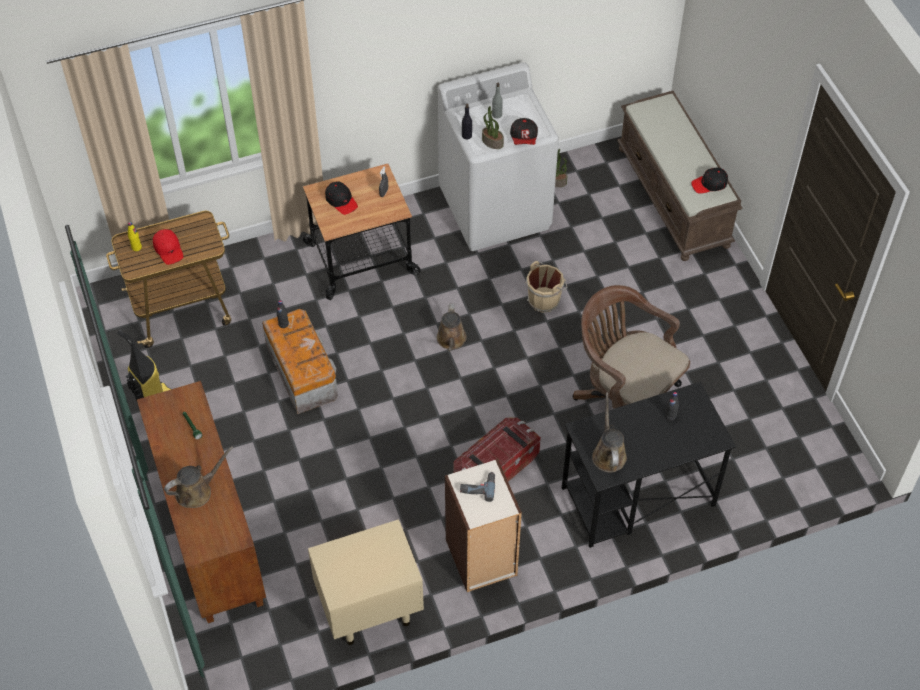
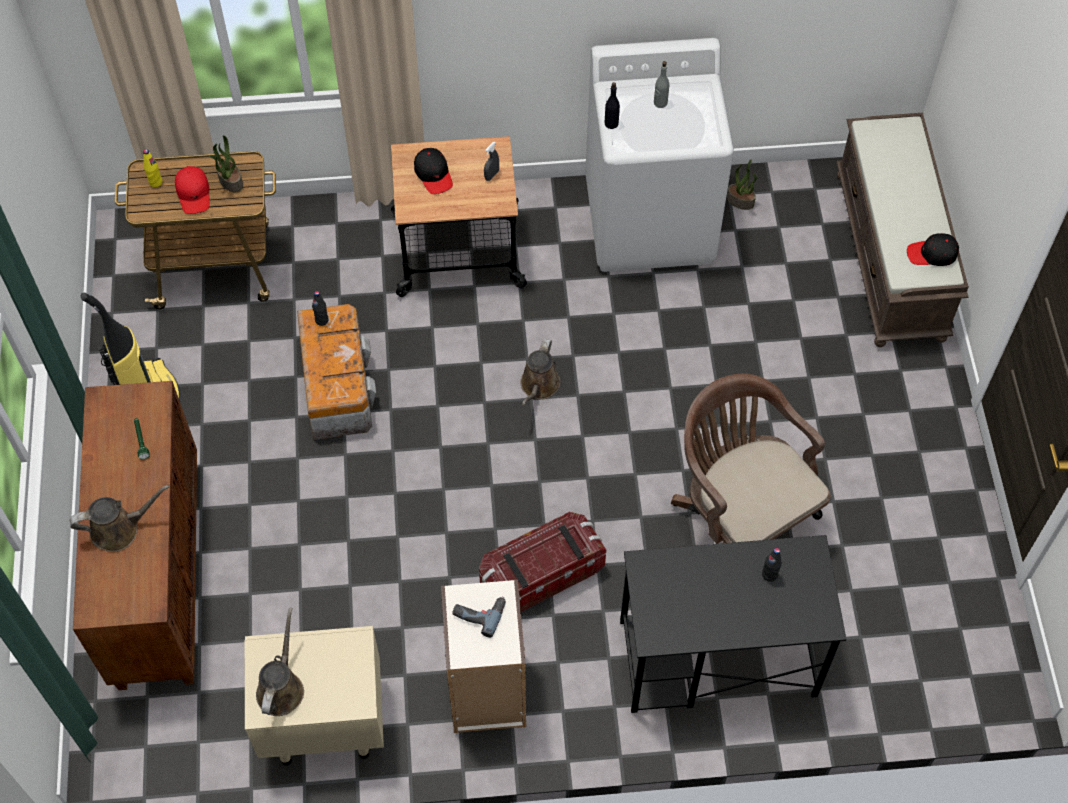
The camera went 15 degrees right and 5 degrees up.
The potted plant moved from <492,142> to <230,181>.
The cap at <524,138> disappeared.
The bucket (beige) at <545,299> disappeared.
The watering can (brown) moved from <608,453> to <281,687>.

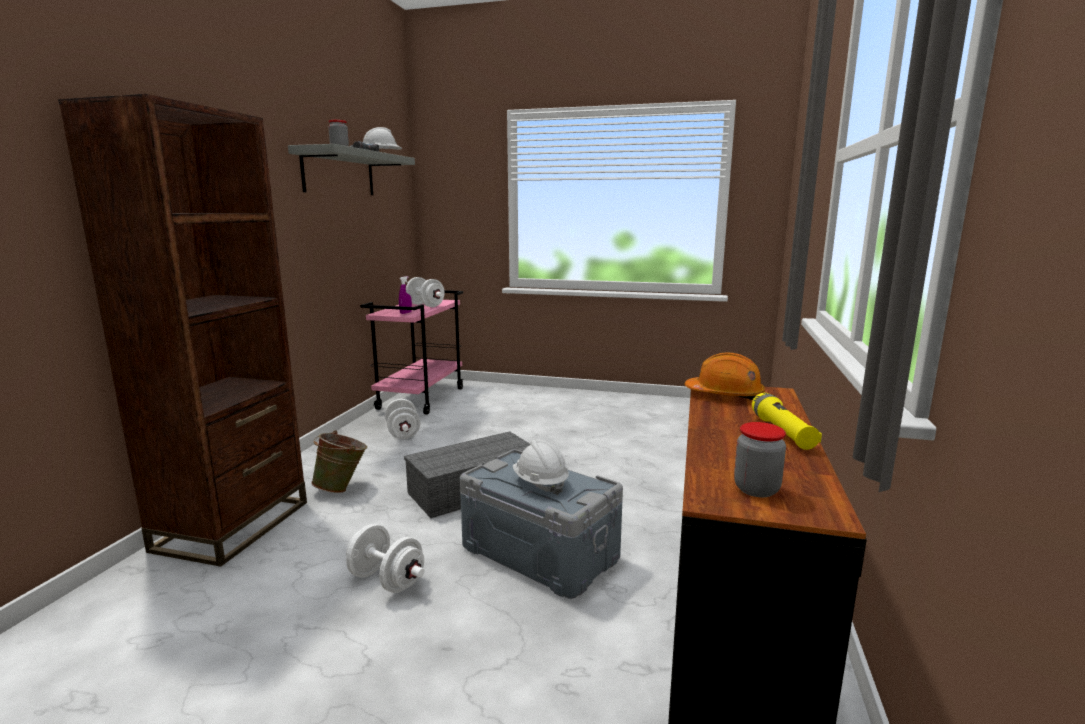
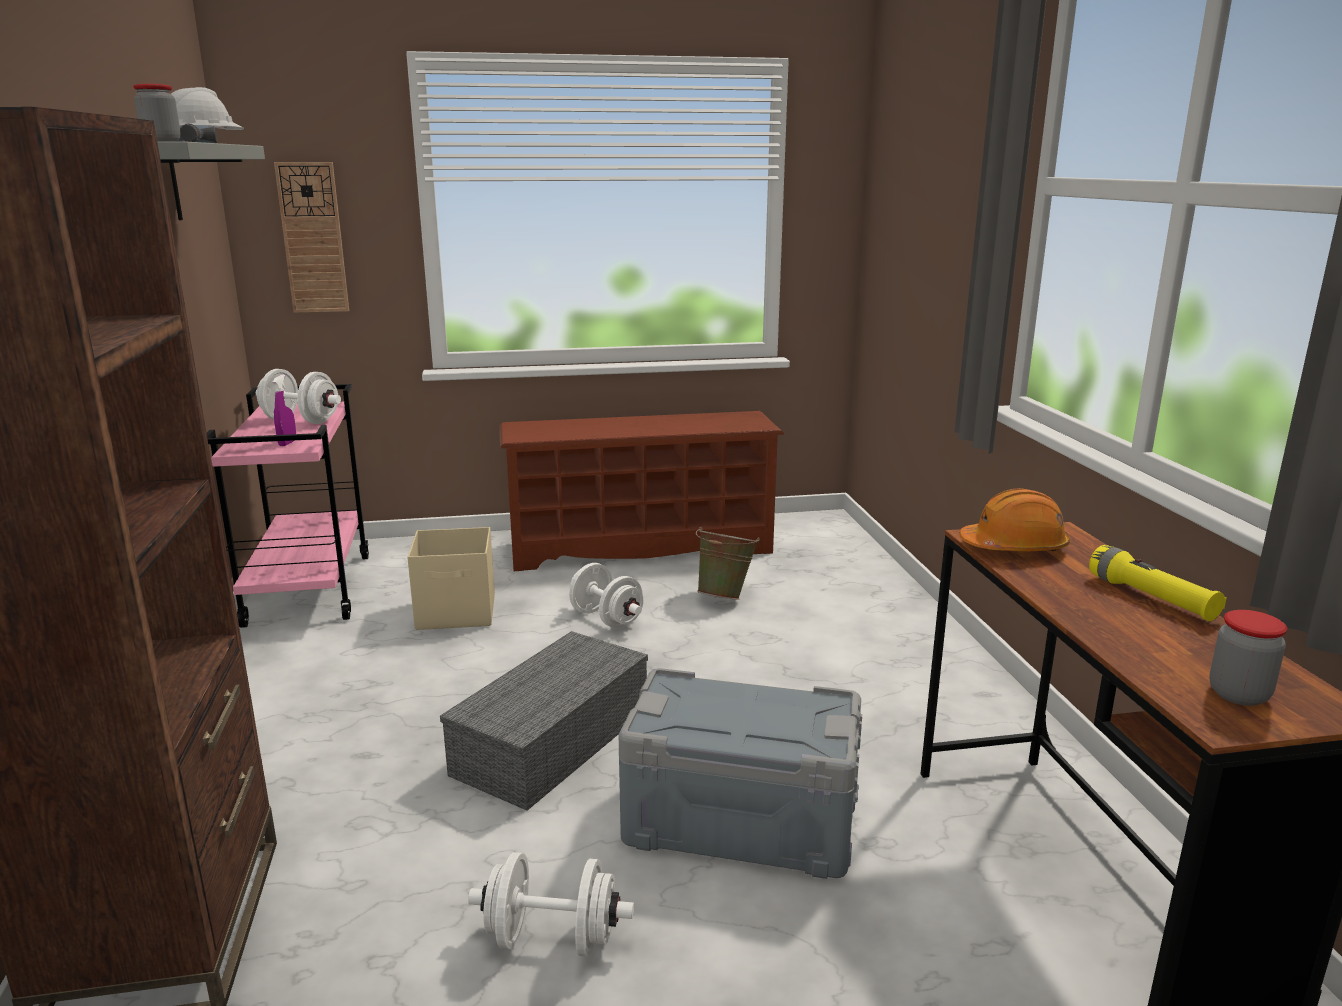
The camera went 25 degrees left and 5 degrees up.
The bucket (green) moved from <342,488> to <725,596>.
The dumbbell (white) moved from <403,433> to <606,618>.
The hard hat (white) at <540,483> disappeared.
The wall clock at <313,238> appeared.
The storage box (beige) at <457,613> appeared.
The shoe rack (brown) at <641,547> appeared.

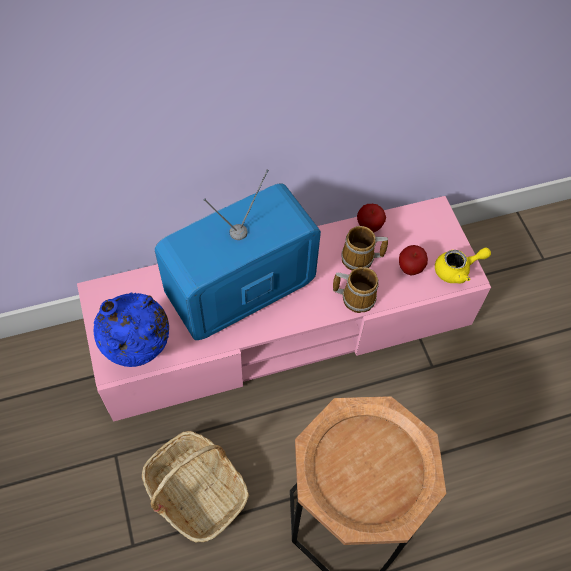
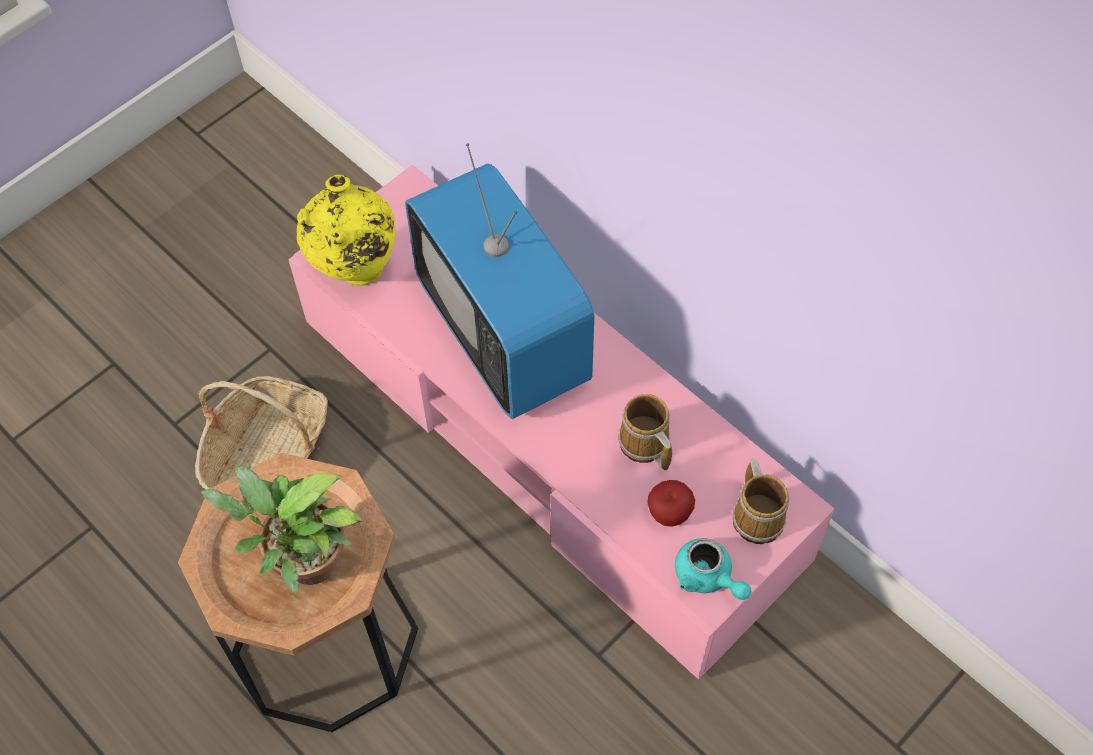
The camera went 65 degrees right and 0 degrees up.
The vase (blue) at <140,354> became the vase (yellow) at <356,274>.
The television at <241,292> turned 150 degrees counterclockwise.
The mug moved from <356,297> to <758,516>.
The apple at <369,227> disappeared.
The teapot (yellow) at <457,270> became the teapot (turquoise) at <708,577>.
The potted plant at <303,563> appeared.

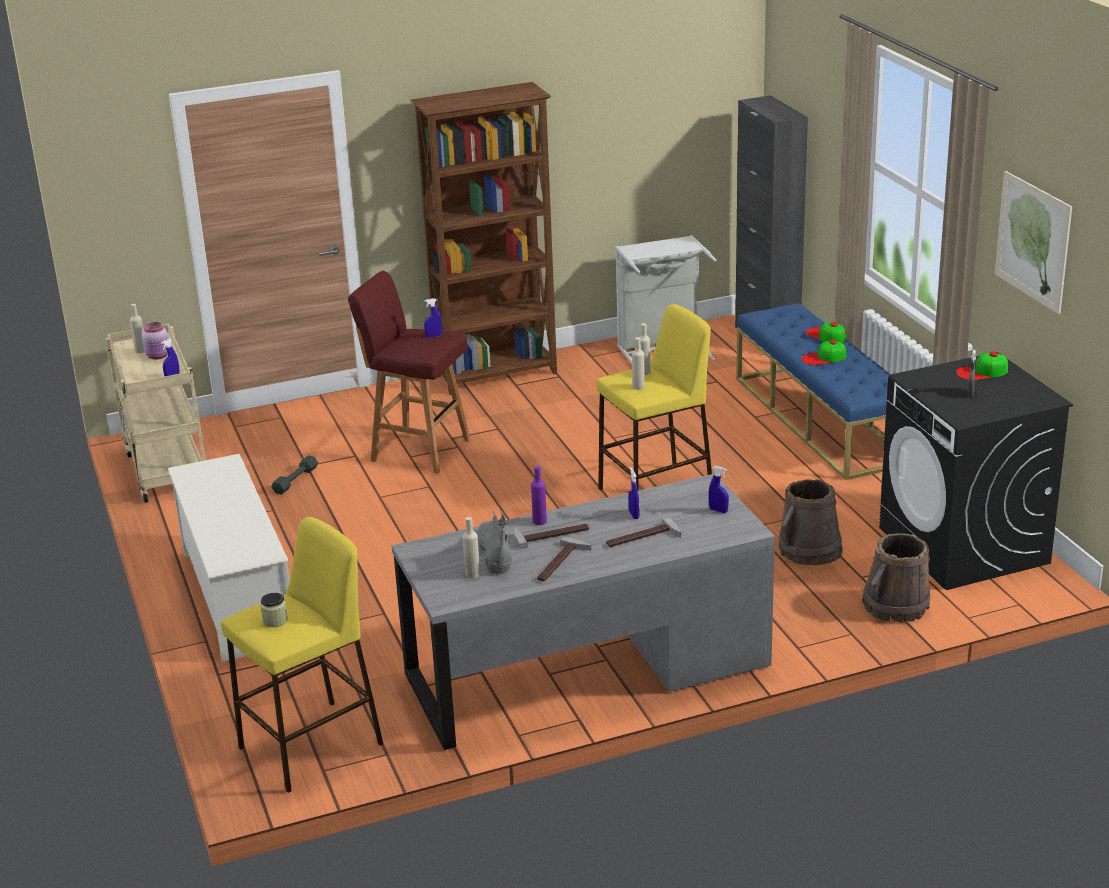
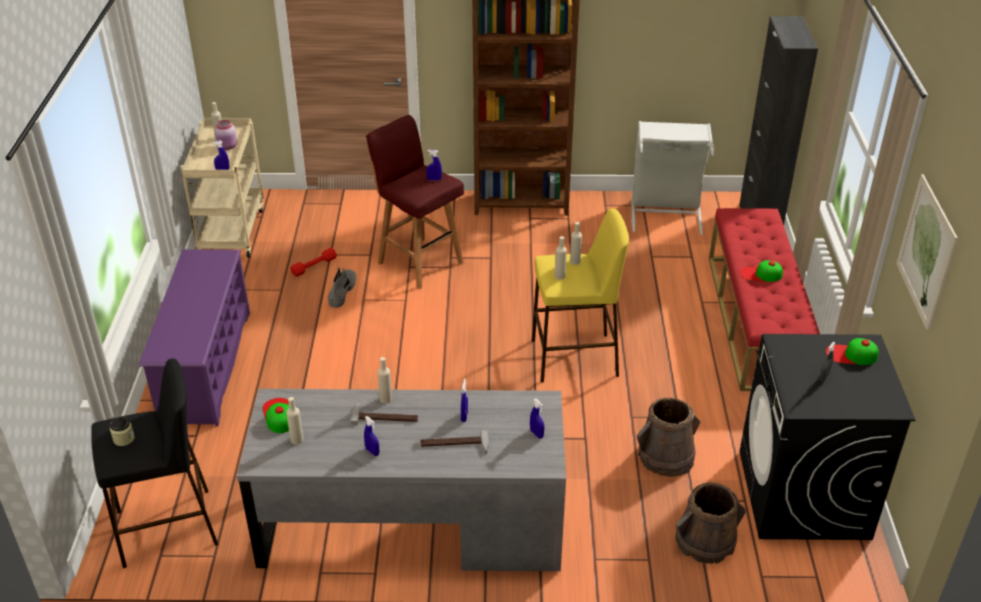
The camera went 20 degrees right and 10 degrees up.
The shoe rack (white) at <237,597> became the shoe rack (purple) at <206,366>.
The stool (yellow) at <312,745> became the stool (black) at <168,527>.
The dumbbell (grey) at <295,480> became the dumbbell (red) at <314,266>.
The boot (grey) moved from <494,551> to <342,291>.
The bottle (purple) at <539,521> became the bottle (beige) at <385,399>.
The hammer at <561,563> was replaced by the spray bottle (blue) at <372,451>.
The bench (blue) at <821,420> became the bench (red) at <755,320>.
The cap moved from <826,335> to <279,415>.

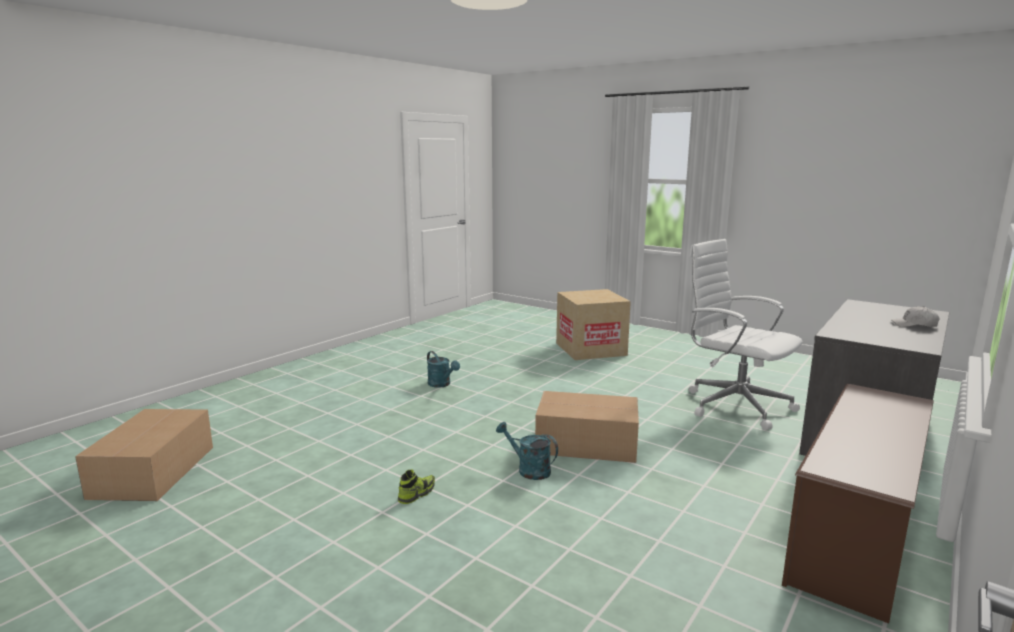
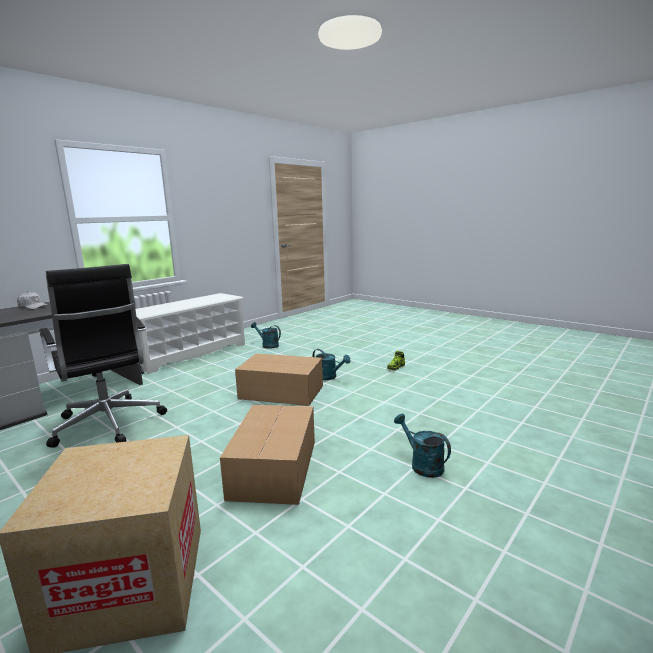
The camera went 175 degrees left and 0 degrees up.
The cardboard box moved from <155,470> to <273,469>.
The office chair (white) at <734,405> became the office chair (black) at <108,425>.
The shoe rack (brown) at <855,536> became the shoe rack (white) at <190,354>.
The watering can (turquoise) at <267,345> appeared.

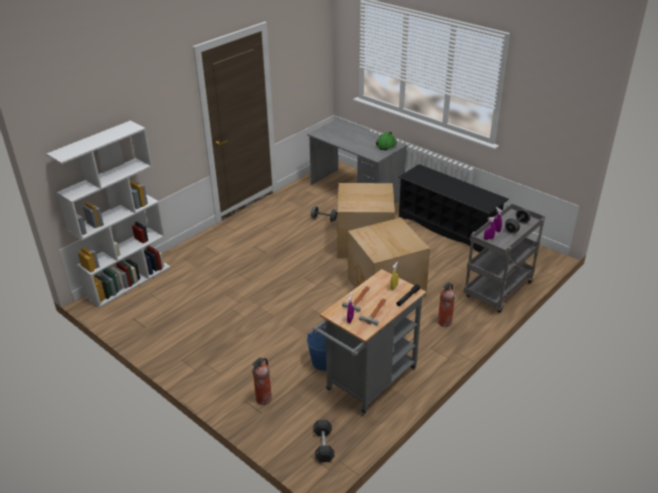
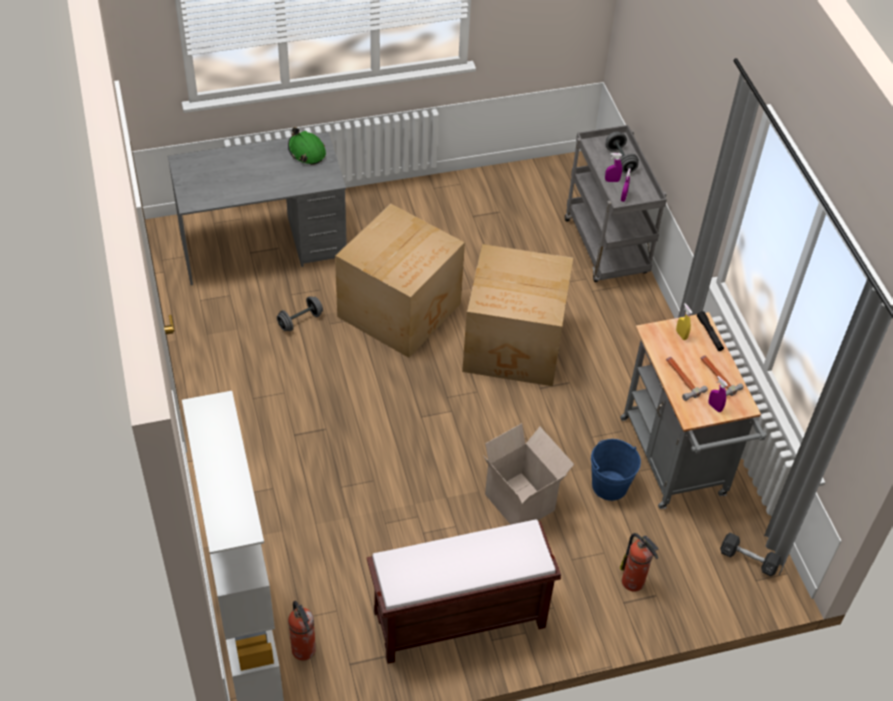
The camera went 60 degrees left and 15 degrees up.
The shoe rack (black) at <448,227> disappeared.
The fire extinguisher moved from <444,322> to <304,650>.
The bench (brown) at <458,621> appeared.
The cardboard box at <522,502> appeared.

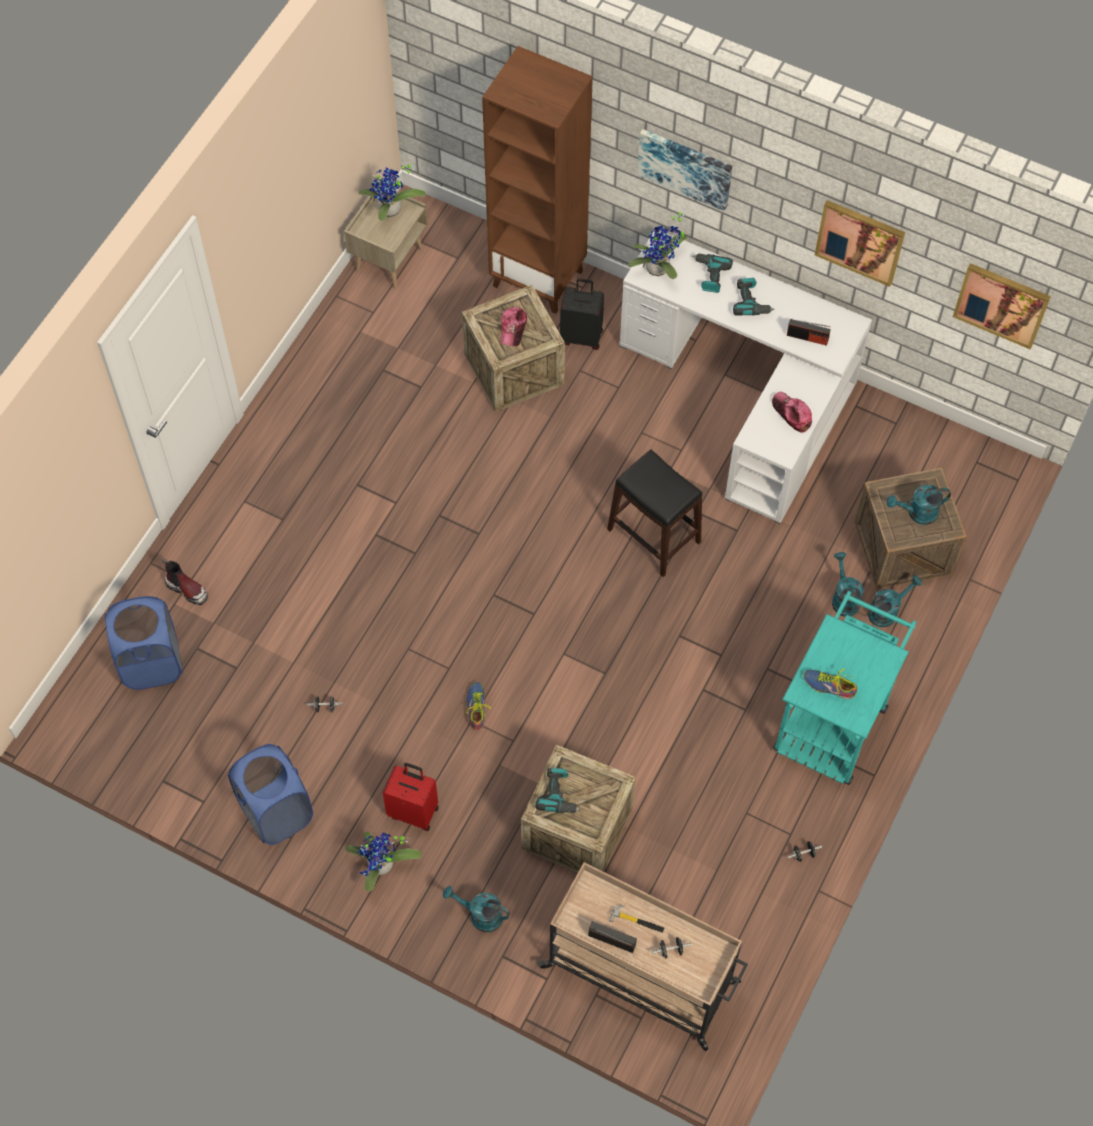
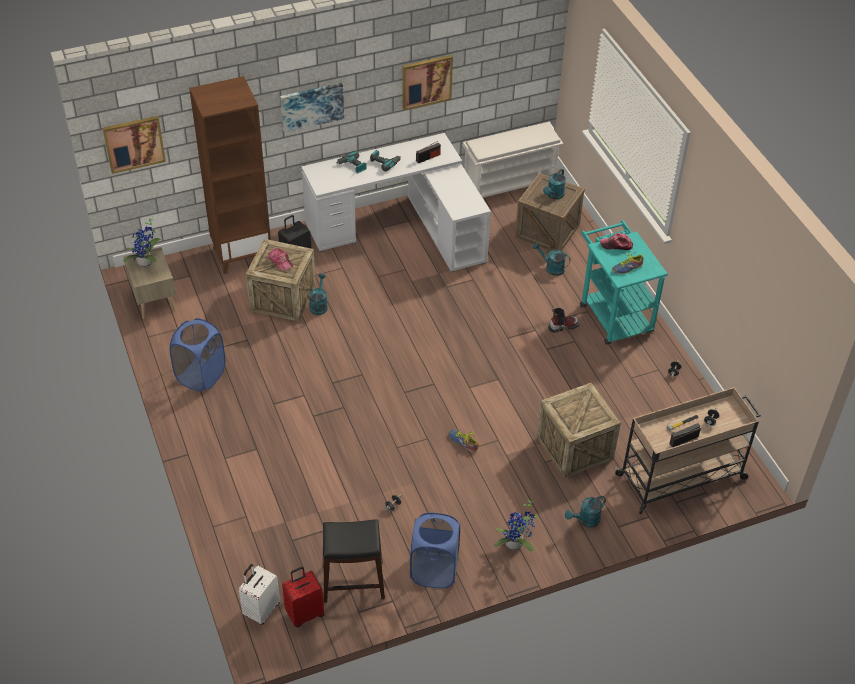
The camera went 50 degrees left and 15 degrees down.
The laundry basket (blue) moved from <152,663> to <201,375>.
The boot moved from <187,589> to <563,326>.
The suitcase (red) moved from <414,811> to <304,613>.
The power drill at <559,794> disappeared.
The stool (black) moved from <653,536> to <353,582>.
The potted plant at <659,270> disappeared.
The cap moved from <792,413> to <616,245>.
The watering can (turquoise) moved from <887,611> to <319,305>.
The picture moved from <1001,304> to <134,143>.
The suitcase (white) at <261,610> appeared.
The shoe rack (white) at <510,183> appeared.

